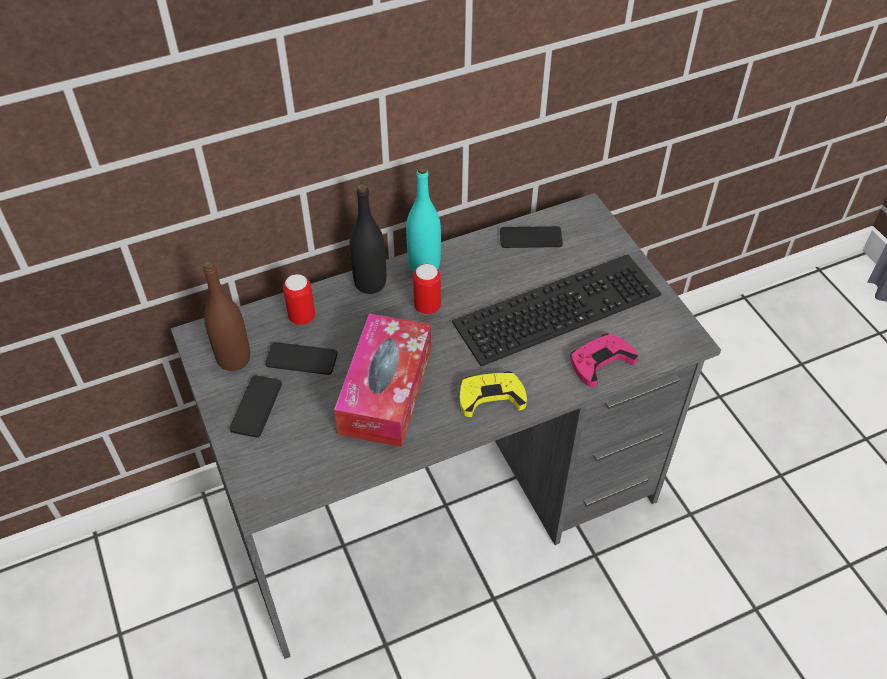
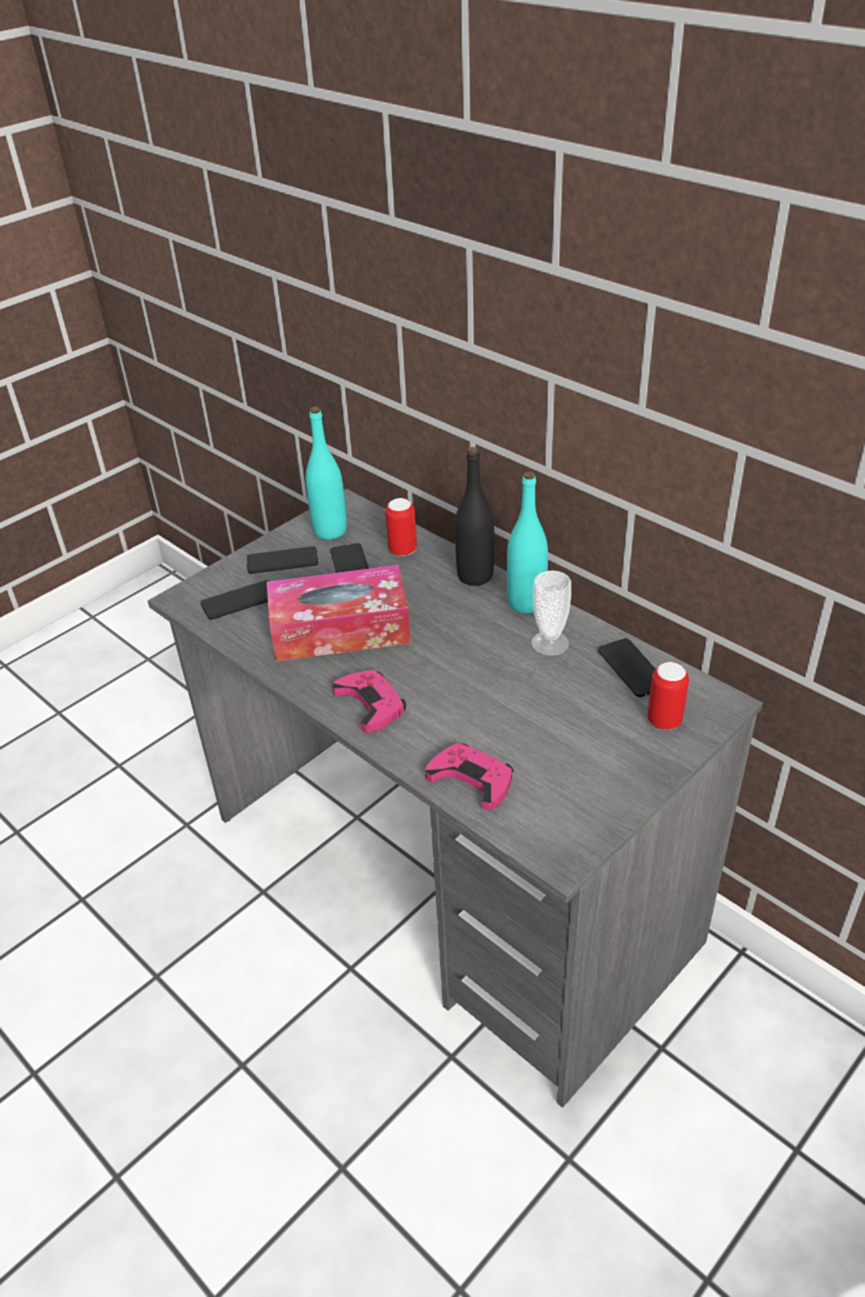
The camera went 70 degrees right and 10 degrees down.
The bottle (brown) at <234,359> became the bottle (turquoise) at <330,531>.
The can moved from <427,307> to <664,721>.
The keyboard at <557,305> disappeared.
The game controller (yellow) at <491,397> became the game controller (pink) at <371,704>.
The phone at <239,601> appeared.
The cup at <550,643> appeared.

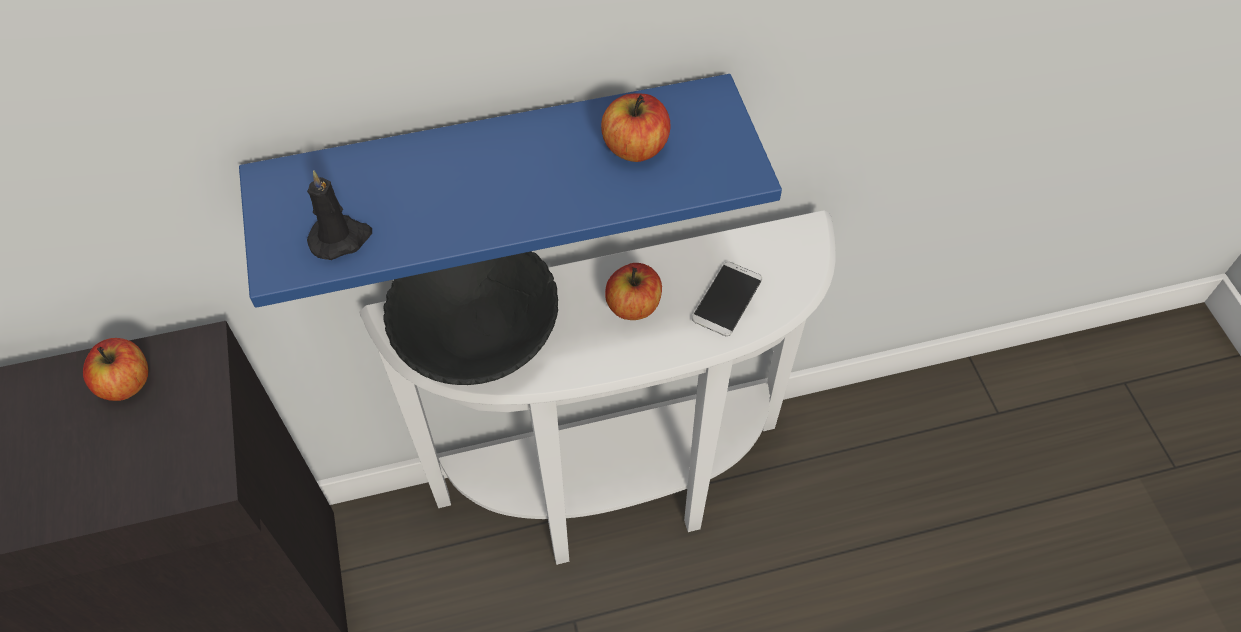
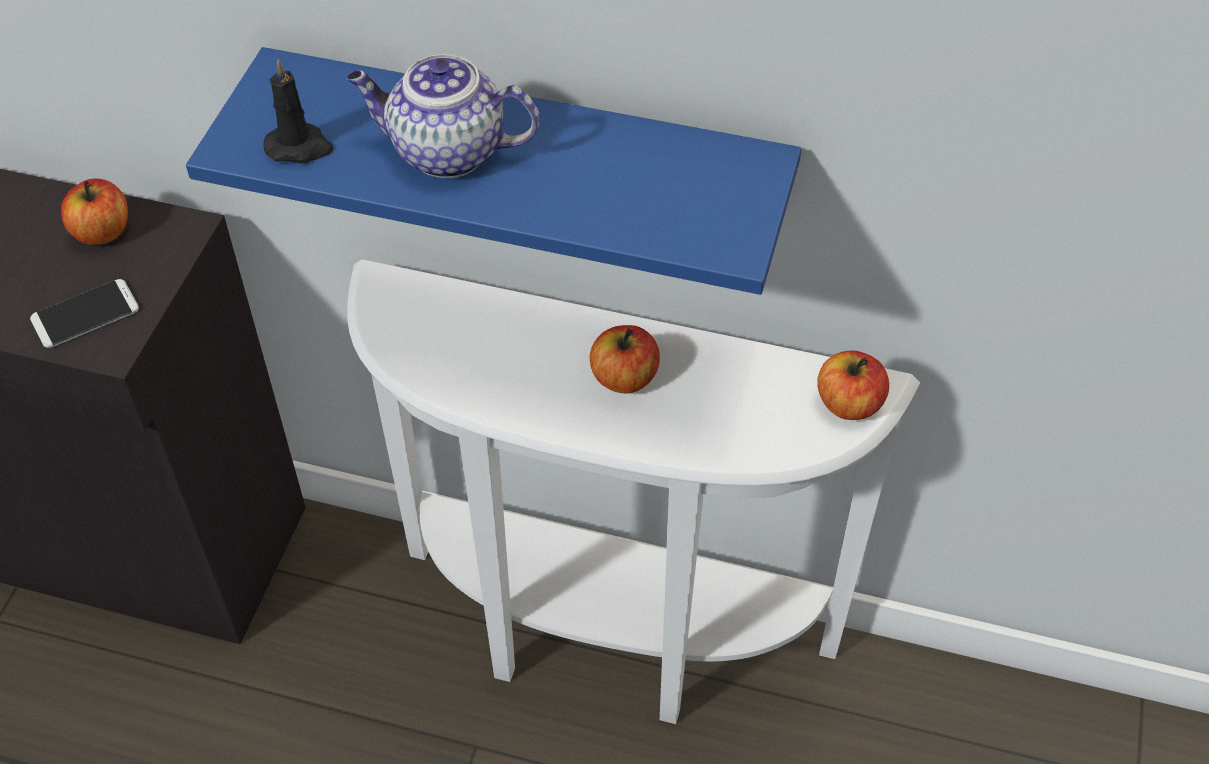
The camera went 30 degrees right and 5 degrees down.
The bowl (black) at <477,334> disappeared.
The apple moved from <635,148> to <849,404>.
The phone moved from <727,299> to <85,314>.
The teapot at <445,152> appeared.

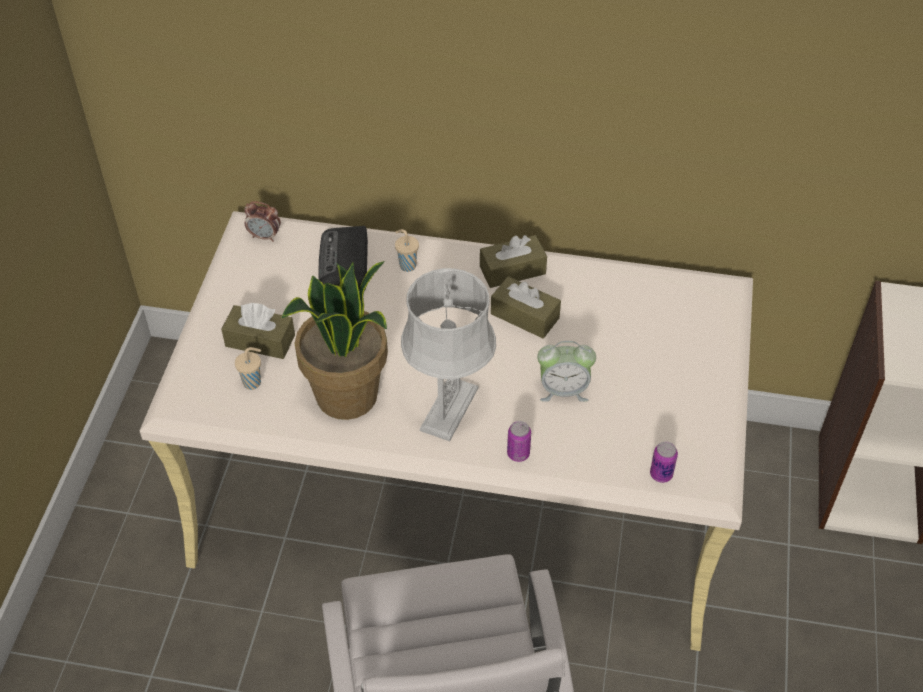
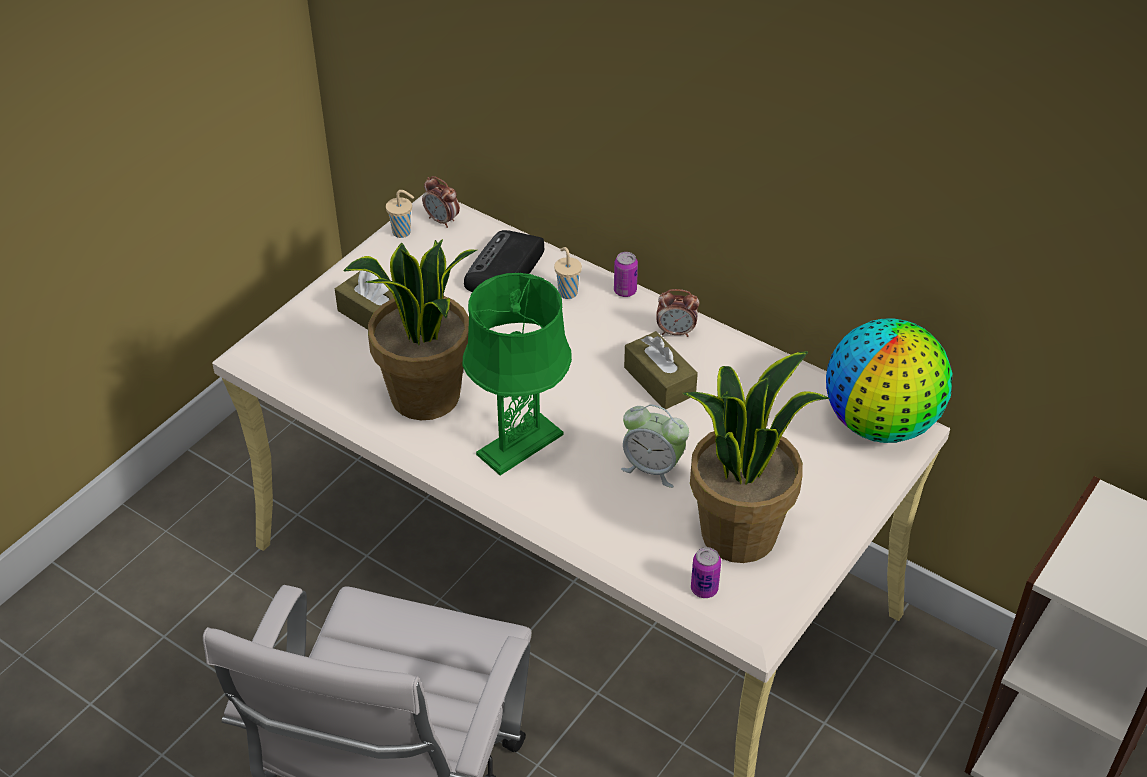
The camera went 25 degrees right and 5 degrees down.
The cup (beige) moved from <253,382> to <402,232>.
The table lamp (grey) at <449,410> became the table lamp (green) at <519,445>.
The tissue box (brown) at <512,270> was replaced by the alarm clock at <676,332>.
The can moved from <518,454> to <625,291>.
The potted plant at <738,532> appeared.
The globe at <880,423> appeared.

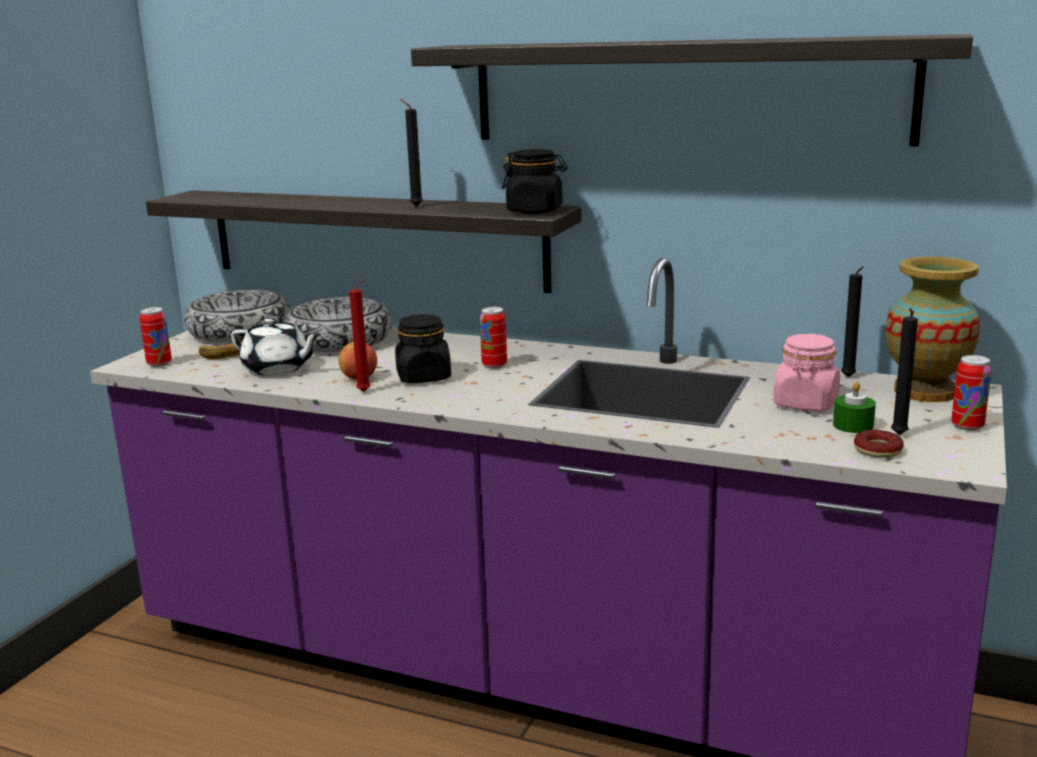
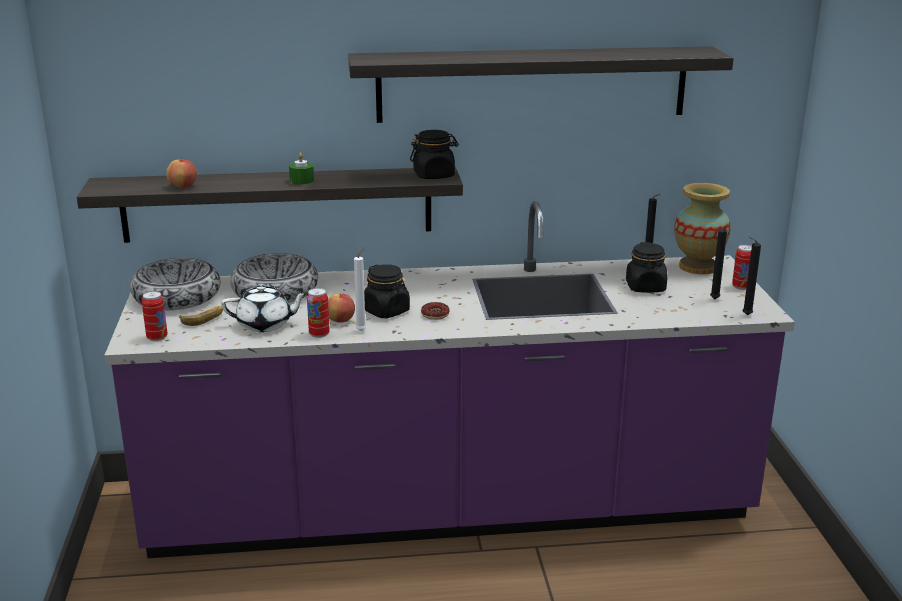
The camera went 30 degrees left and 5 degrees up.
The candle (red) at <366,391> became the candle (white) at <362,330>.
The candle (black) moved from <414,206> to <745,315>.
The can moved from <494,365> to <319,334>.
The jar (pink) at <805,404> became the jar (black) at <645,287>.
The candle (green) moved from <853,425> to <302,180>.
The donut moved from <878,450> to <435,314>.
The apple at <183,186> appeared.

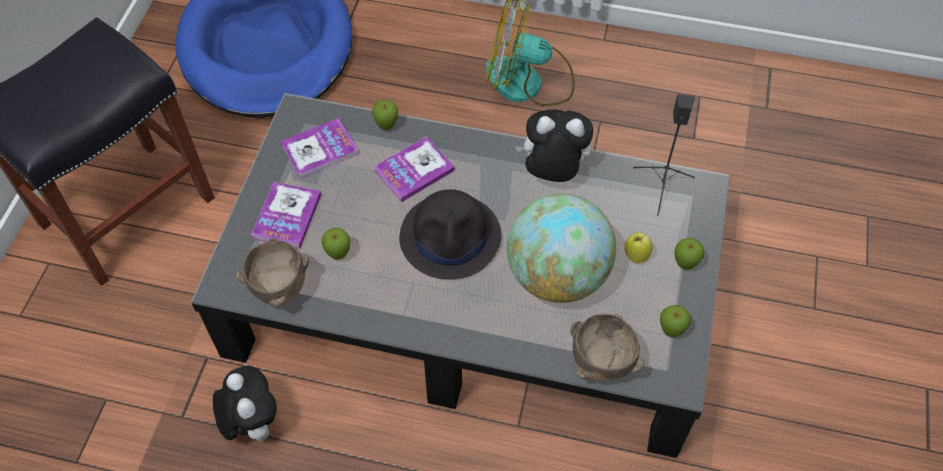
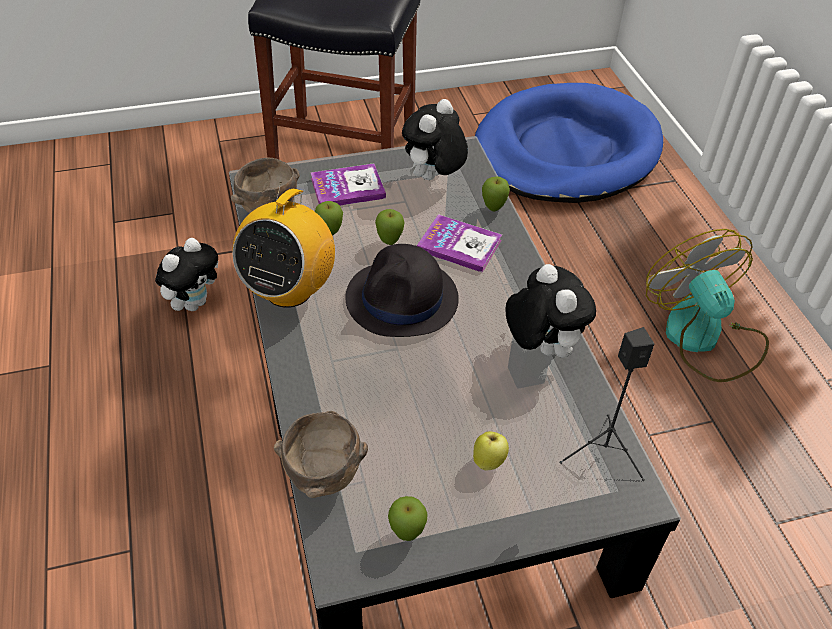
The camera went 60 degrees right and 10 degrees down.
The book at <320,149> was replaced by the plush toy at <433,178>.
The globe at <557,276> disappeared.
The apple moved from <684,265> to <389,242>.
The radio at <288,290> appeared.

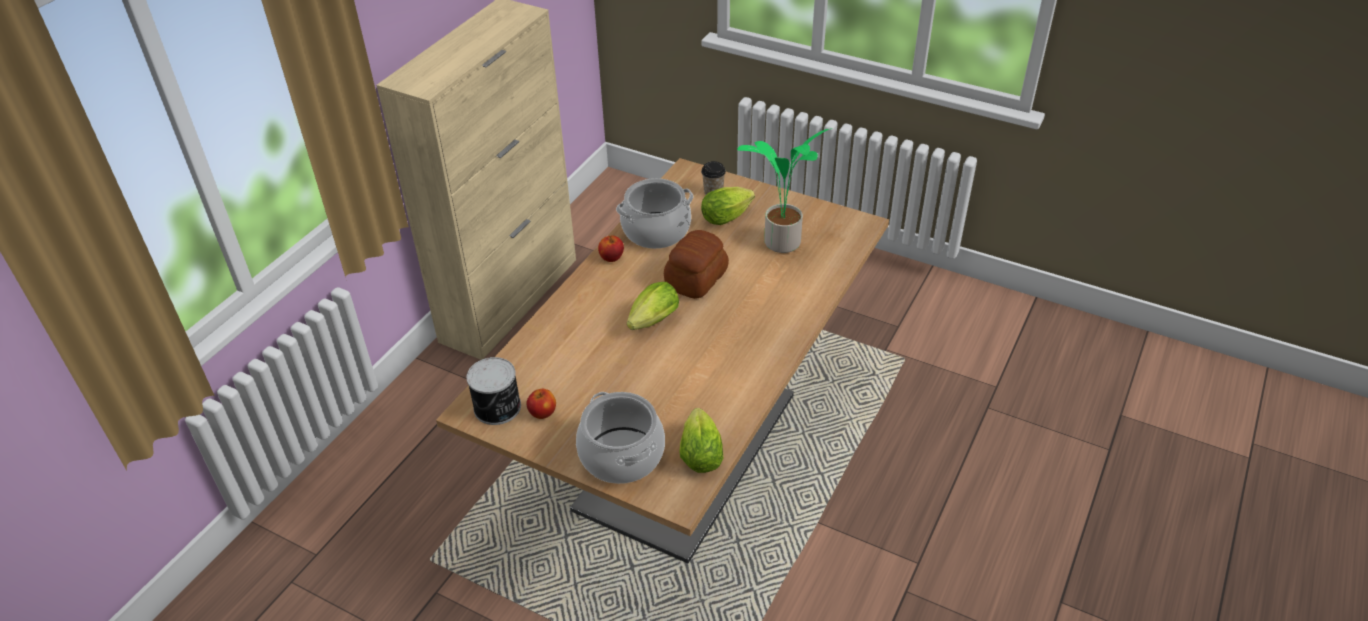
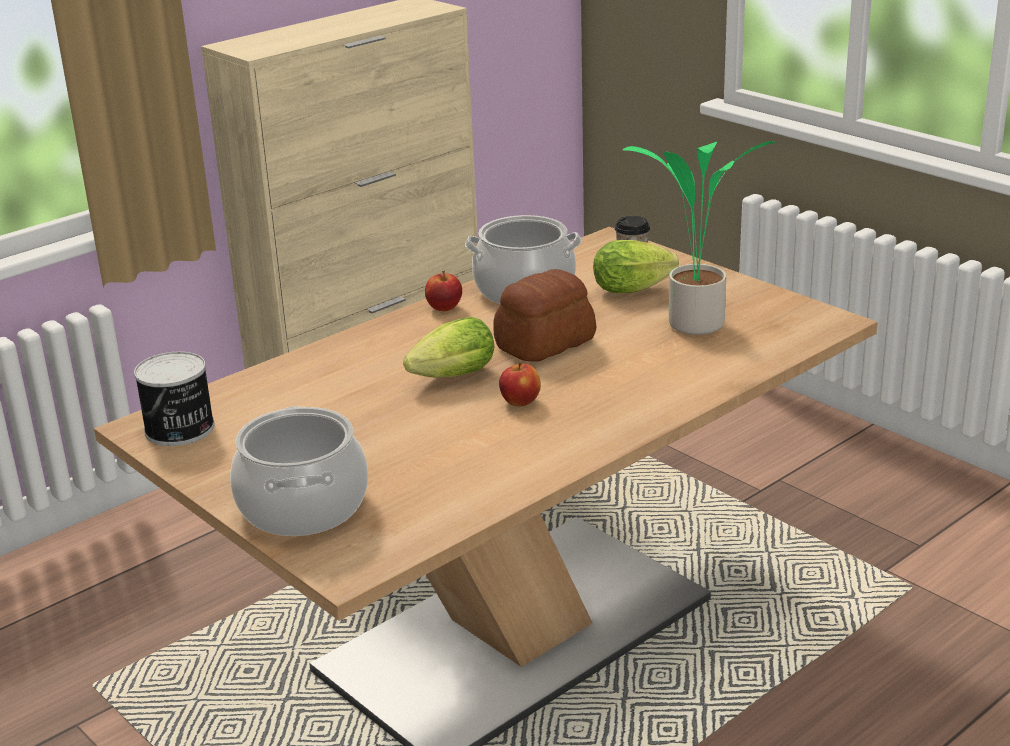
The camera went 20 degrees right and 15 degrees down.
The apple moved from <542,413> to <520,402>.
The lettuce at <700,452> disappeared.

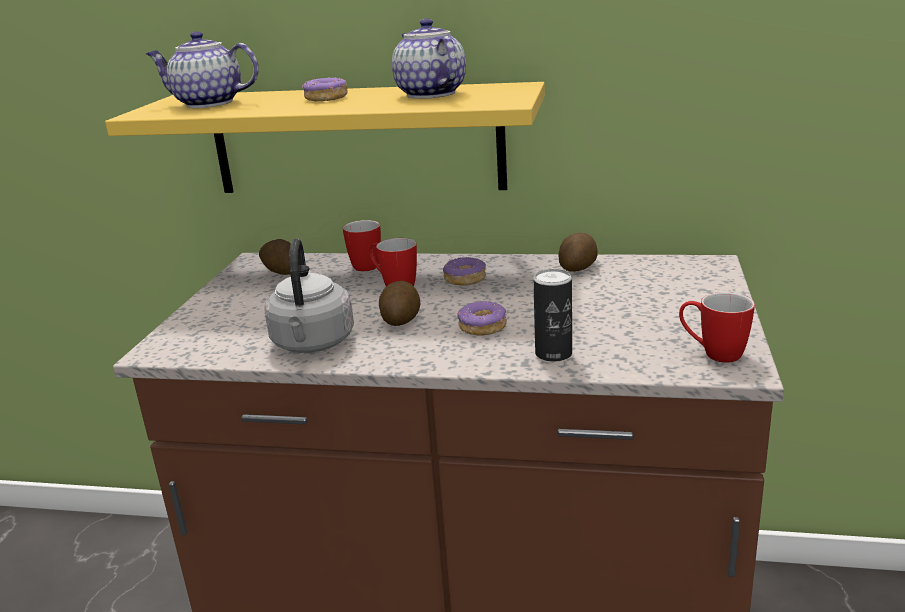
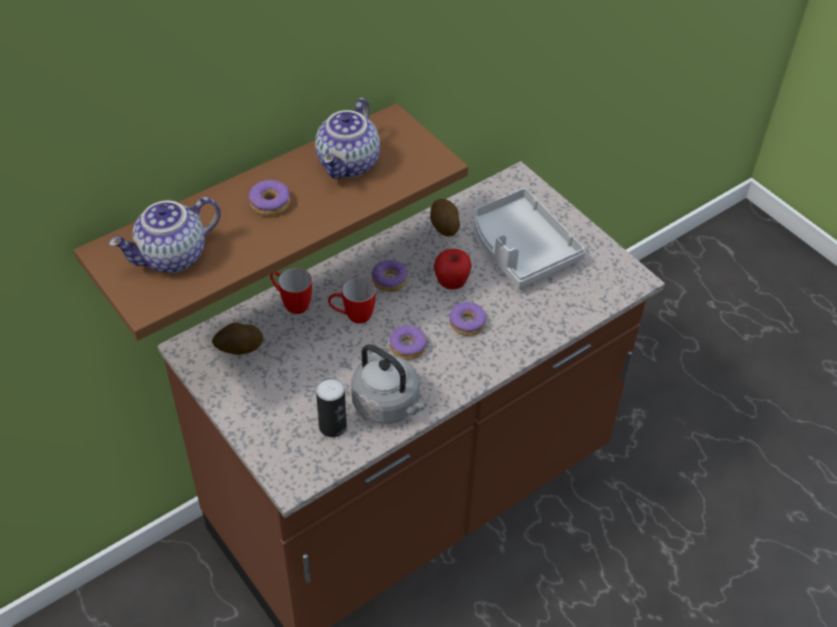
The camera went 50 degrees left and 25 degrees up.
The shelf (yellow) at <356,140> became the shelf (brown) at <250,207>.
The potato at <400,319> was replaced by the donut at <407,346>.
The teapot at <429,94> turned 90 degrees counterclockwise.
The can moved from <553,353> to <332,426>.
The mug at <712,353> disappeared.
The apple at <451,283> appeared.
The tray (grey) at <521,249> appeared.

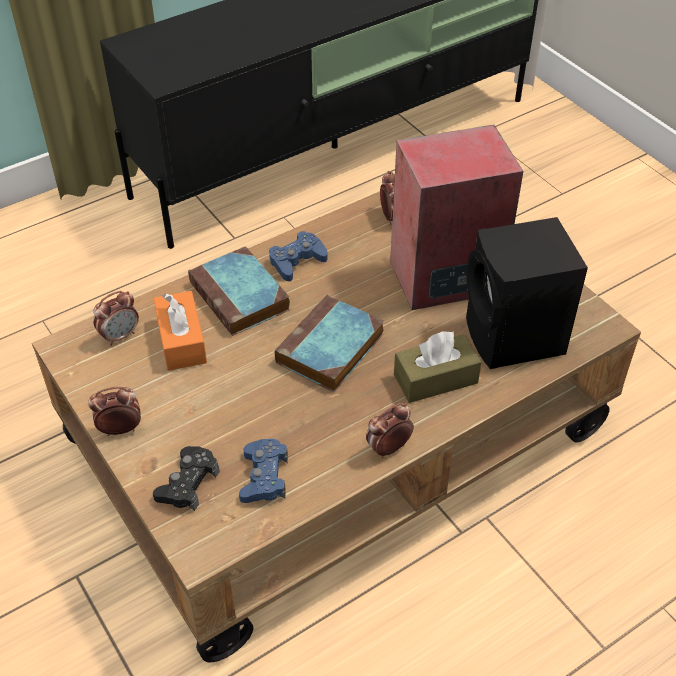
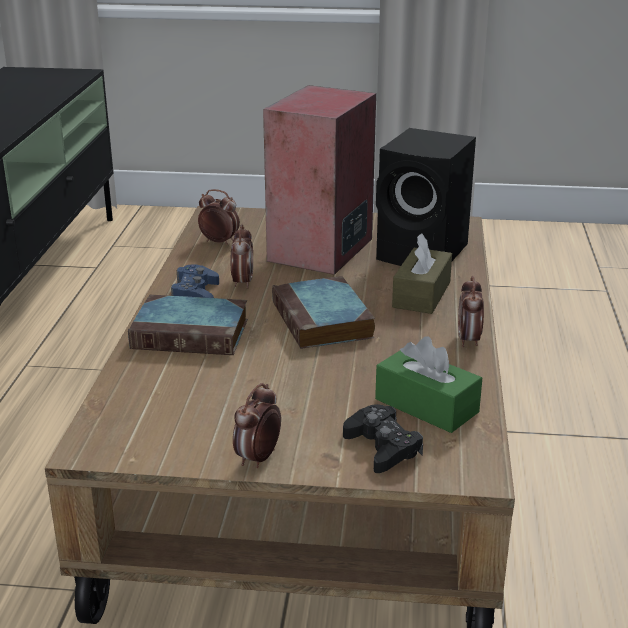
The camera went 50 degrees left and 20 degrees down.
The alarm clock moved from <120,336> to <242,282>.
The tissue box (orange) at <181,341> disappeared.
The game controller (blue) at <264,477> was replaced by the tissue box (green) at <426,406>.

